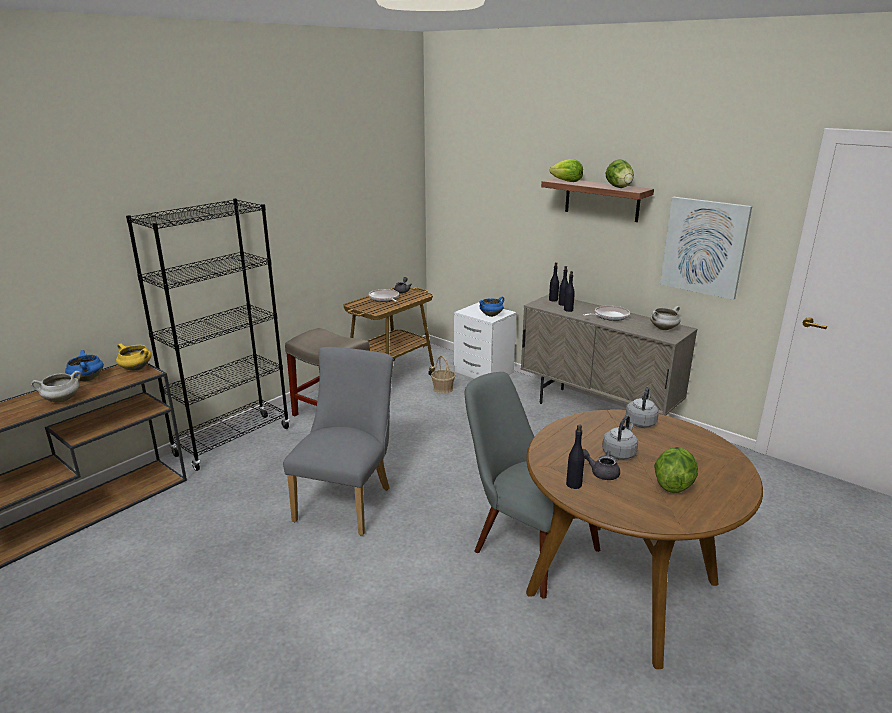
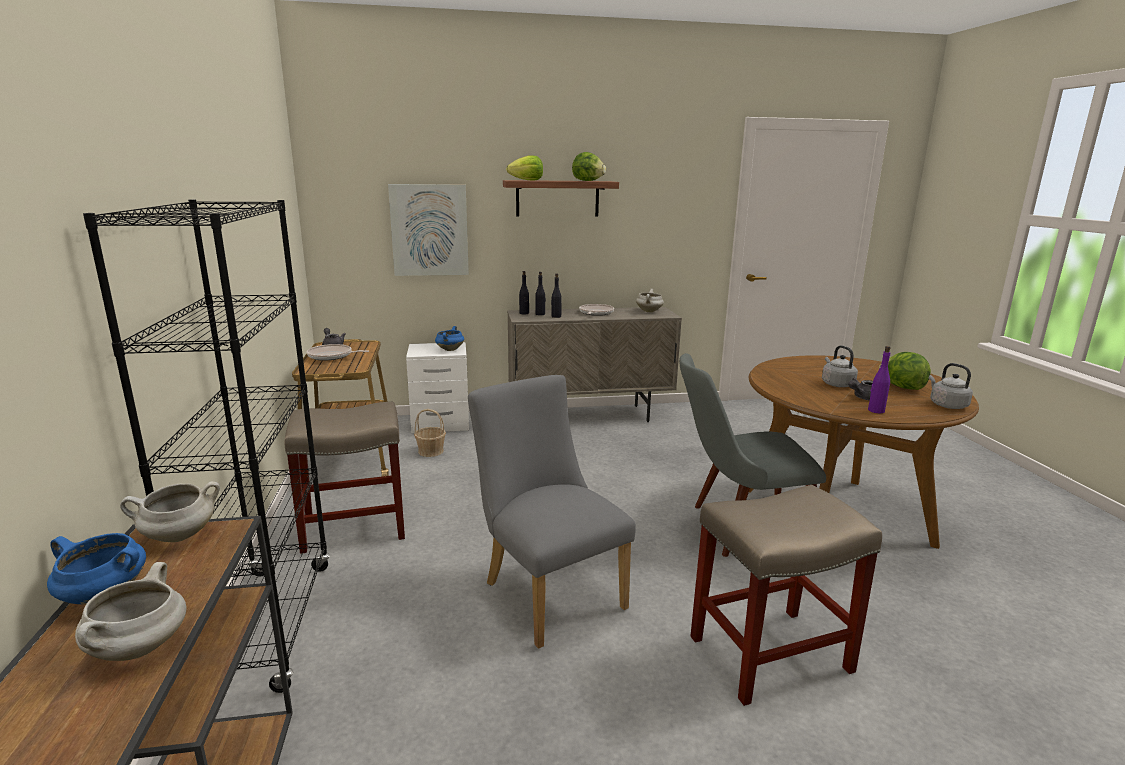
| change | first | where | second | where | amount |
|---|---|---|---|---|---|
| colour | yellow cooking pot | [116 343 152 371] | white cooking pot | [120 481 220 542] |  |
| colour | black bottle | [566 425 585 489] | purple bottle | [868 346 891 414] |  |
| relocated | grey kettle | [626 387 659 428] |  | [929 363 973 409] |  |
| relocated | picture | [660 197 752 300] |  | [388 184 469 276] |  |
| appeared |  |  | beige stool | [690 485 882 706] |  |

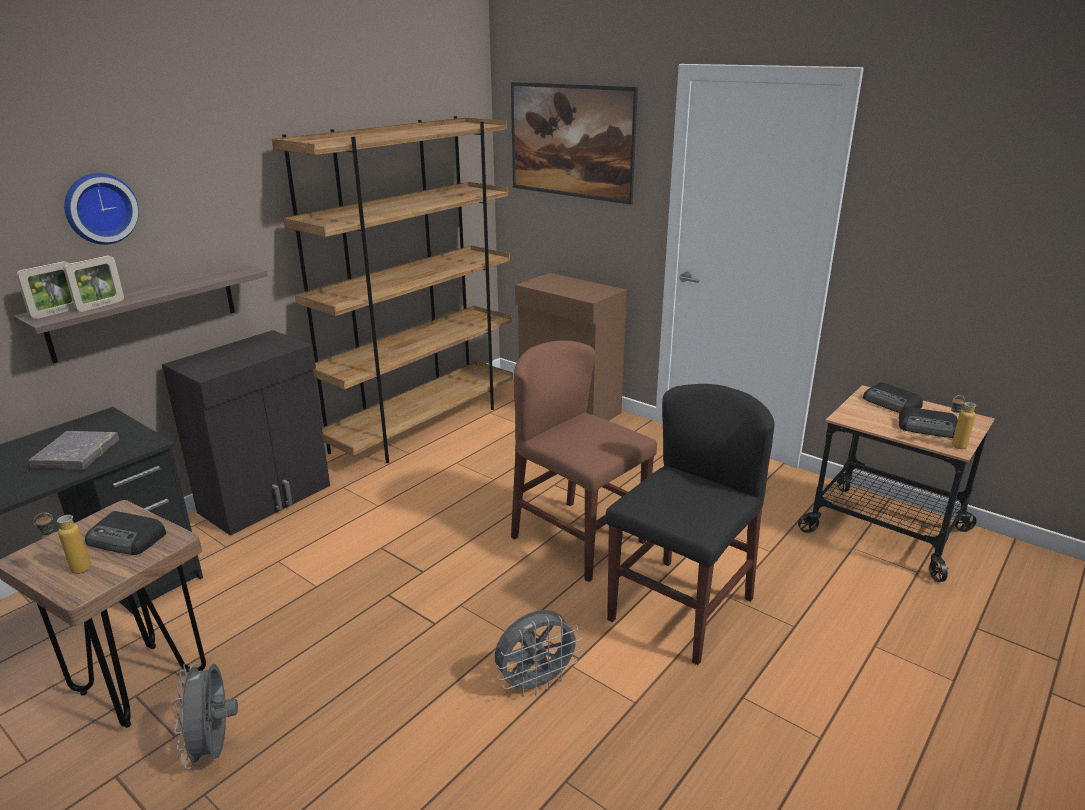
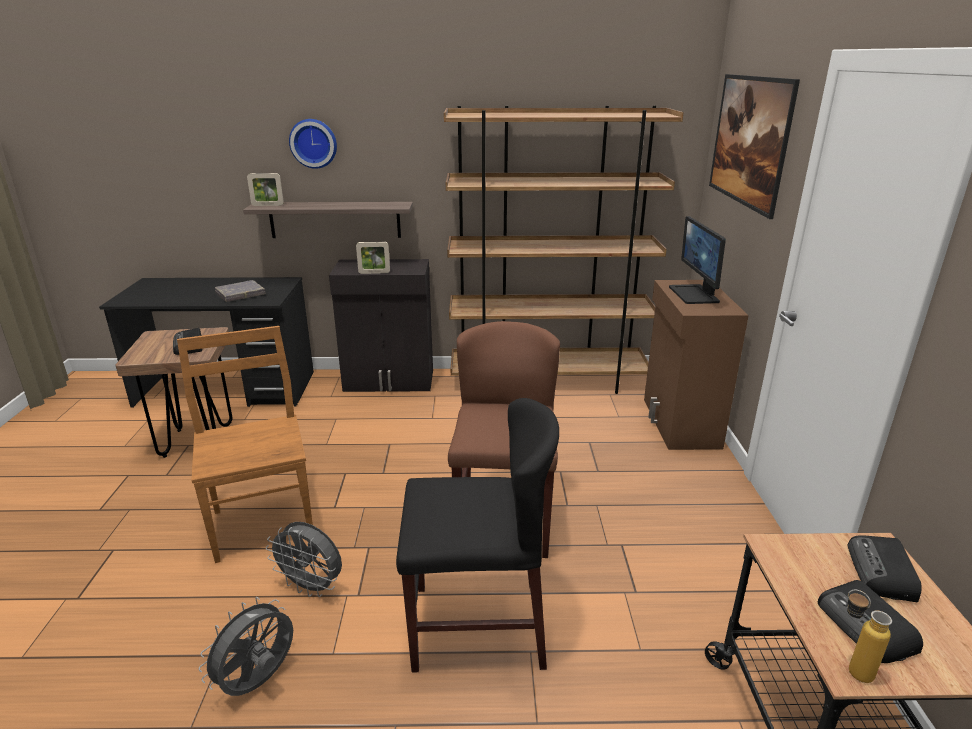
| change | first | where | second | where | amount |
|---|---|---|---|---|---|
| missing | bottle | [33 512 91 574] |  |  |  |
| relocated | picture frame | [64 255 124 312] |  | [356 242 390 274] |  |
| relocated | grey fan | [174 662 238 769] |  | [199 597 293 696] |  |
| appeared |  |  | brown chair | [177 326 313 563] |  |
| appeared |  |  | monitor | [669 216 726 304] |  |

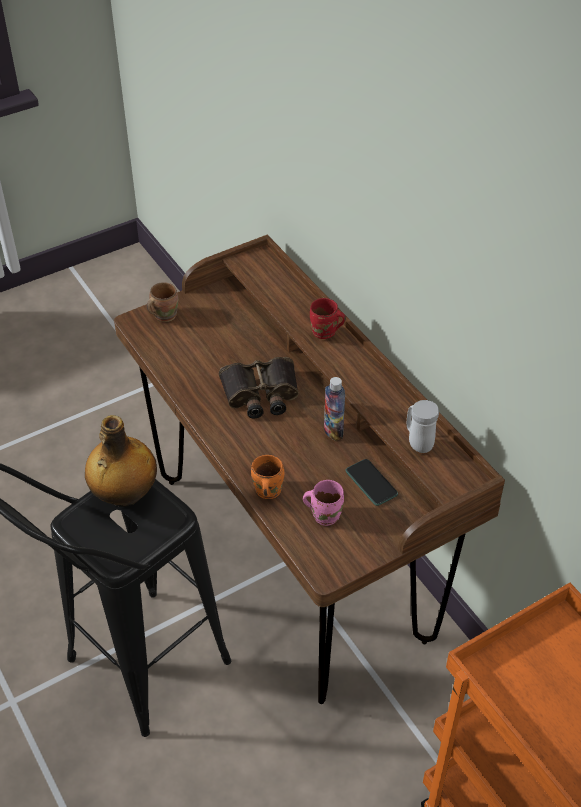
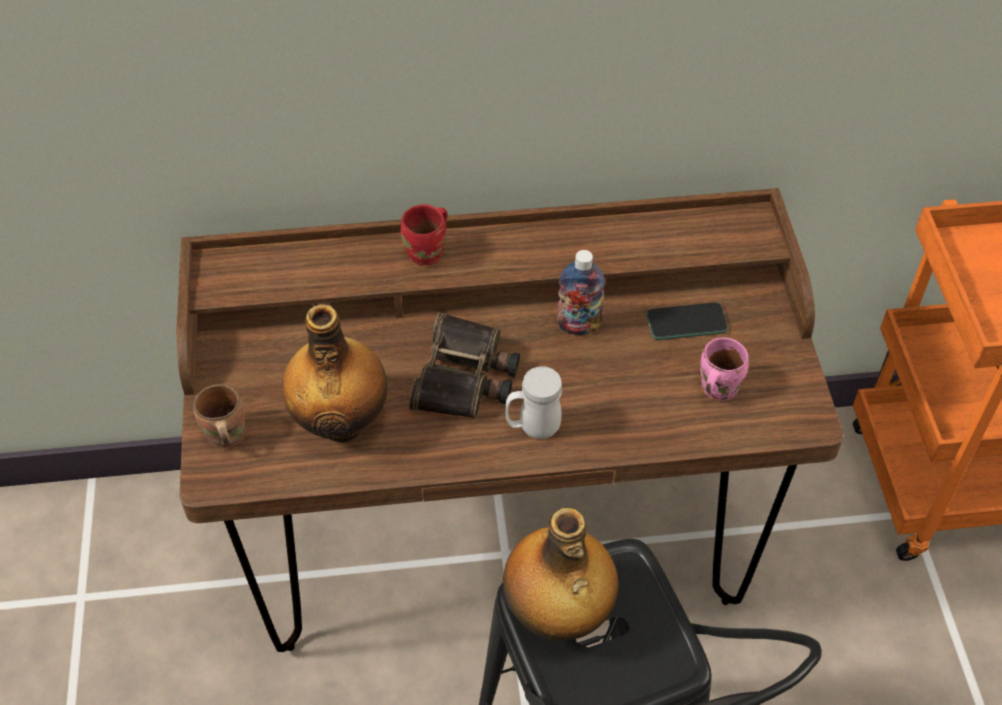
| change | first | where | second | where | amount |
|---|---|---|---|---|---|
| missing | orange mug | [251 455 284 499] |  |  |  |
| relocated | white mug | [407 400 439 453] |  | [505 366 562 439] |  |
| appeared |  |  | bottle | [282 304 387 443] |  |

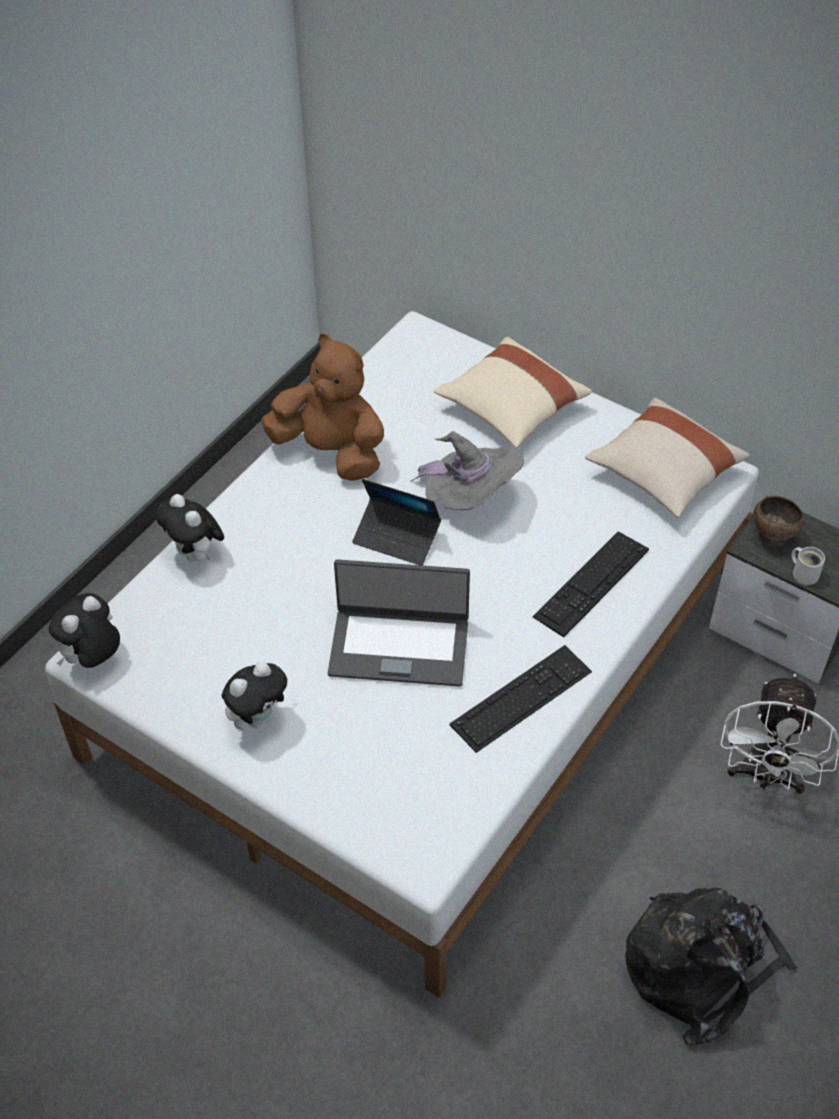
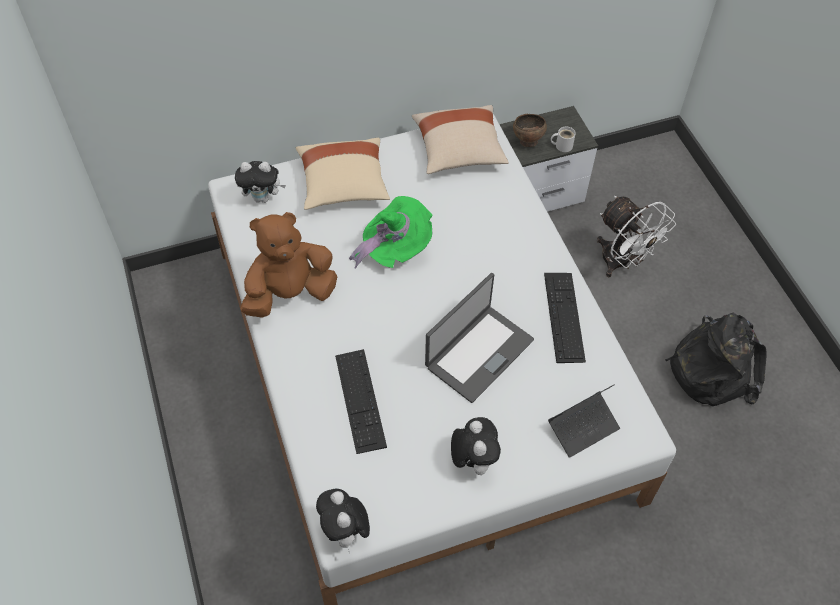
| change | first | where | second | where | amount |
|---|---|---|---|---|---|
| relocated | plush toy | [156 494 224 561] |  | [235 161 286 203] |  |
| relocated | laptop | [352 479 441 566] |  | [548 384 620 458] |  |
| colour | grey hat | [410 431 524 510] | green hat | [349 196 433 269] |  |
| relocated | keyboard | [533 531 649 637] |  | [335 349 387 454] |  |

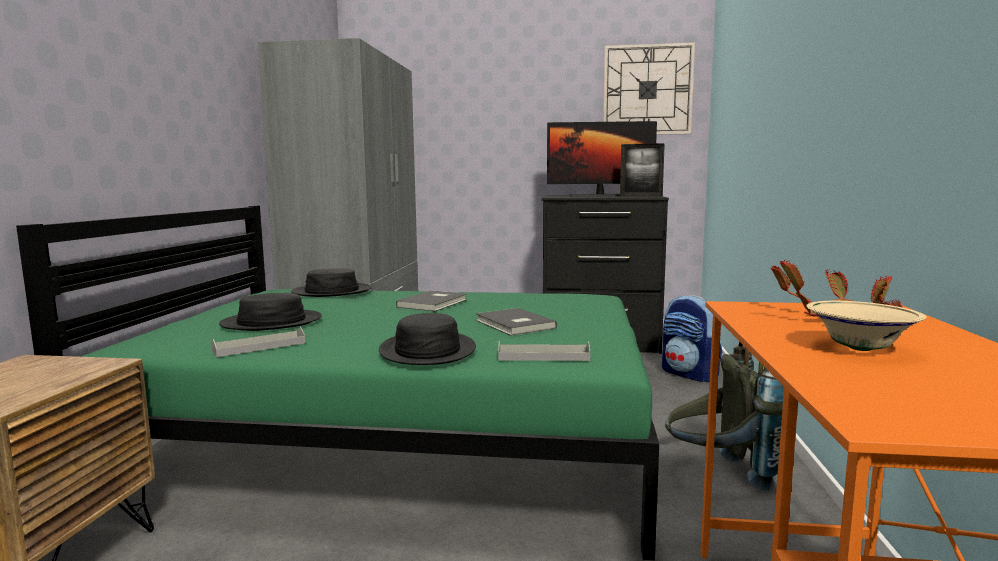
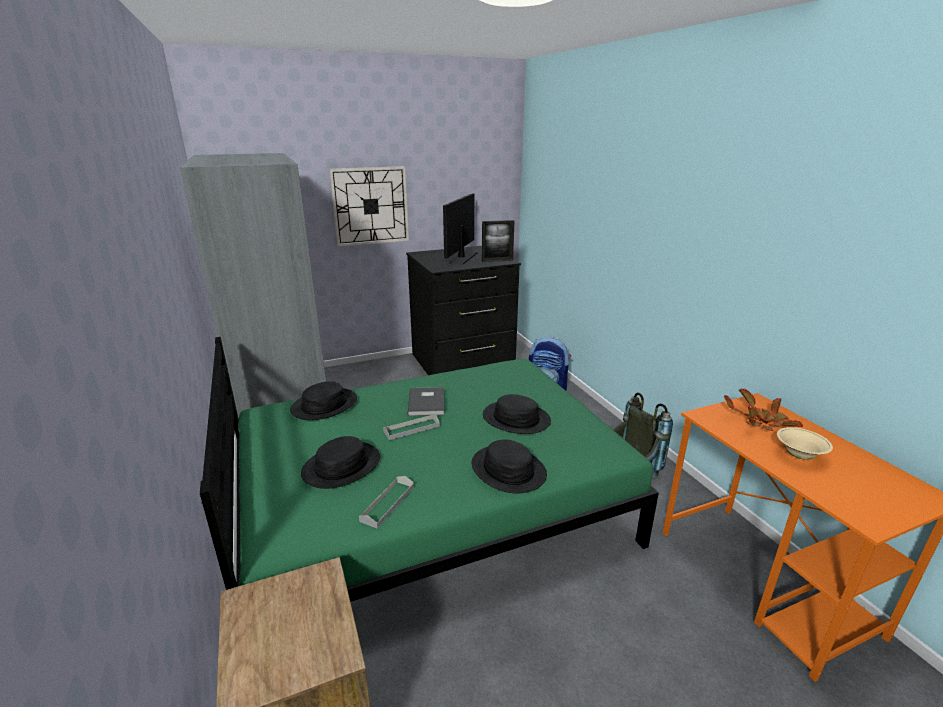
| change | first | where | second | where | amount |
|---|---|---|---|---|---|
| exchanged | grey book | [476 308 557 336] | black hat | [483 394 551 434] |  |
| relocated | grey tray | [498 341 590 361] |  | [383 414 440 440] |  |
| spun | monitor | [547 121 657 196] |  | [442 193 478 264] | 135 degrees clockwise |
| relocated | wall clock | [603 42 695 135] |  | [329 166 409 247] |  |

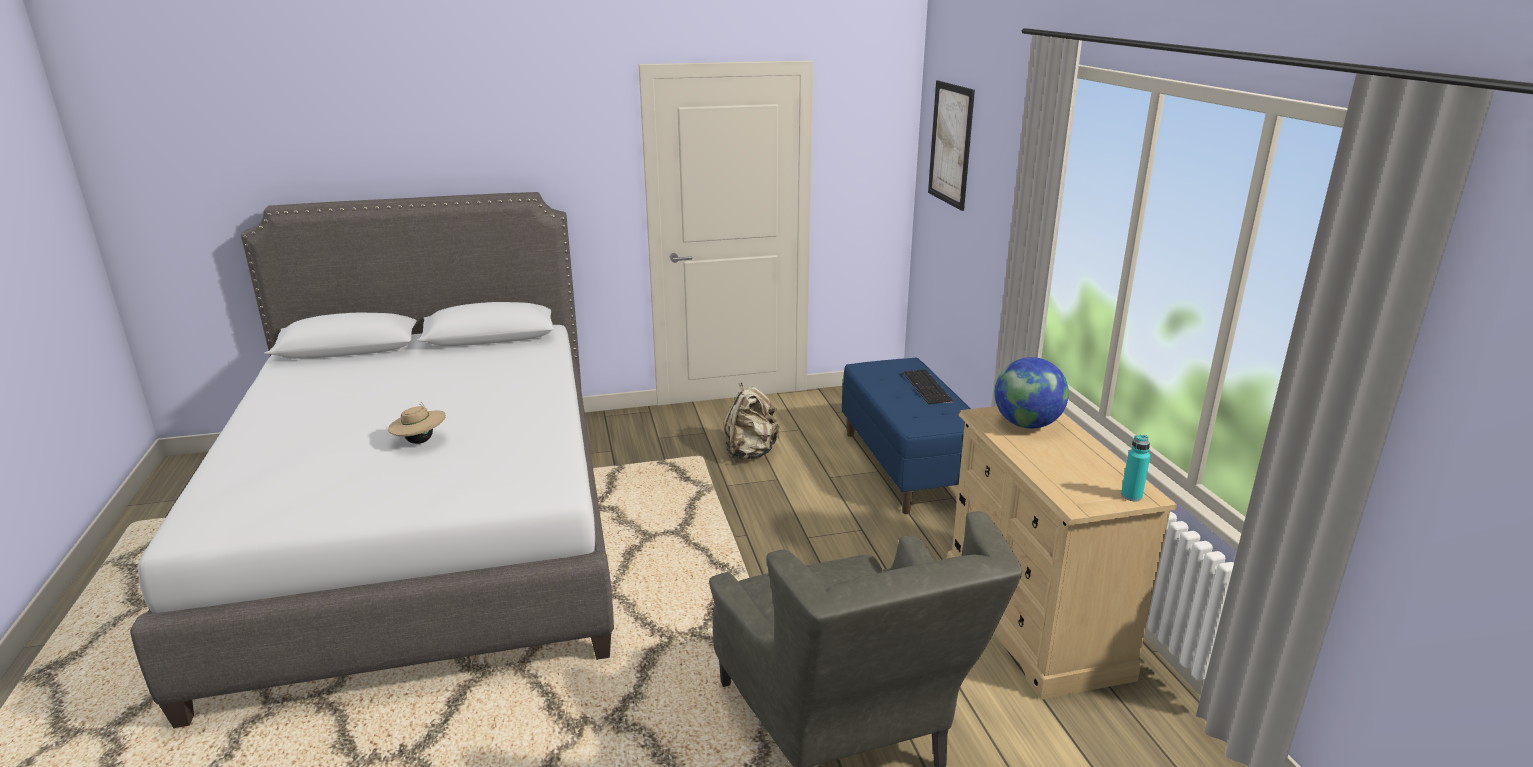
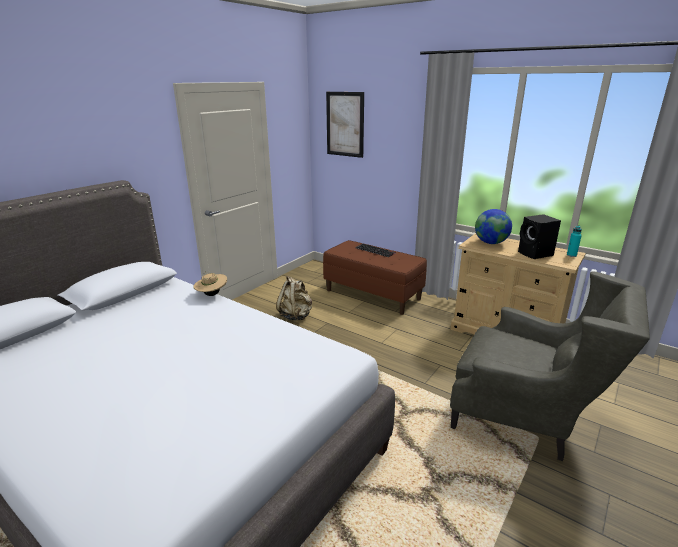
| change | first | where | second | where | amount |
|---|---|---|---|---|---|
| relocated | beige hat | [388 402 446 444] |  | [193 273 227 296] |  |
| colour | blue bench | [842 358 971 514] | brown bench | [323 240 427 315] |  |
| appeared |  |  | black speaker | [518 214 561 259] |  |

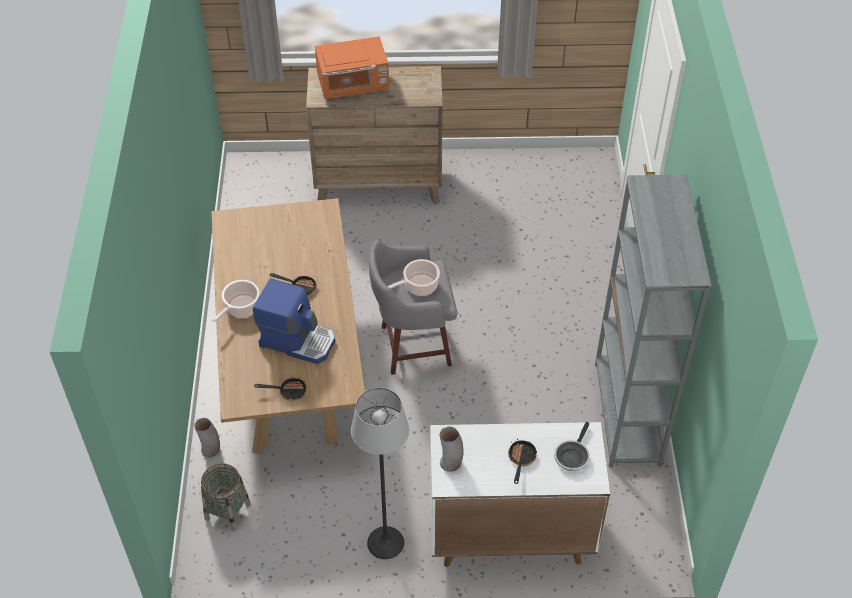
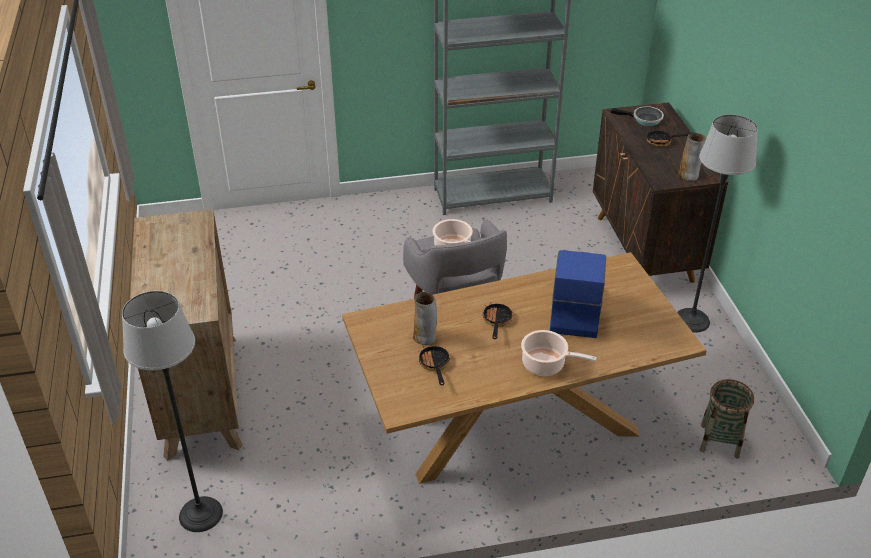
| change | first | where | second | where | amount |
|---|---|---|---|---|---|
| relocated | vase | [194 418 220 457] |  | [413 292 437 345] |  |
| relocated | frying pan | [254 377 306 401] |  | [419 346 450 385] |  |
| missing | orange microwave | [315 36 389 99] |  |  |  |
| colour | white cabinet | [430 422 611 567] | brown cabinet | [593 102 728 283] |  |
| appeared |  |  | floor lamp | [122 291 223 532] |  |

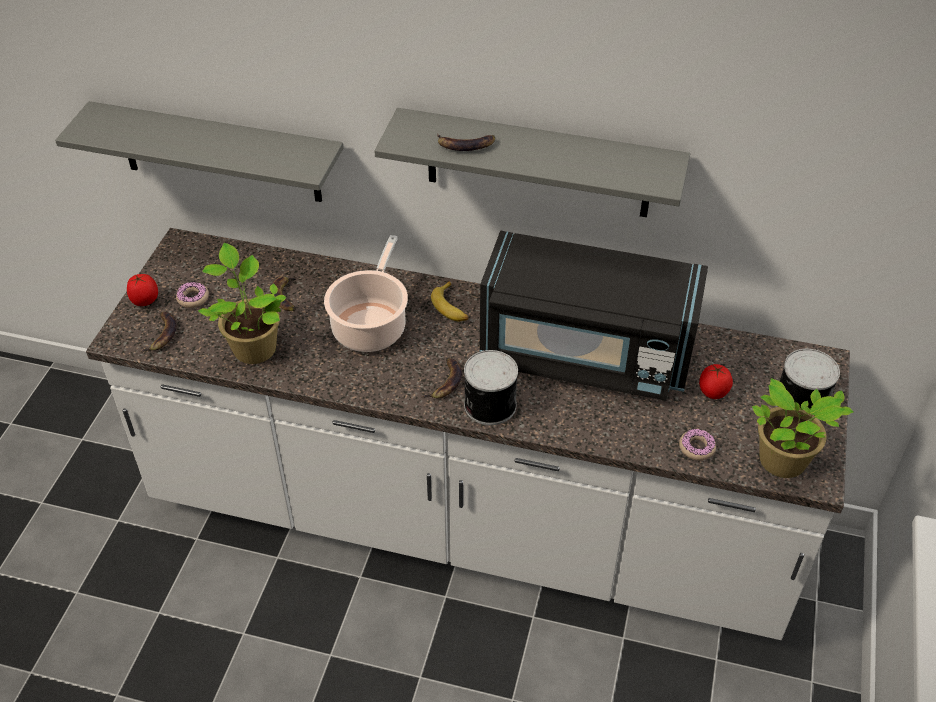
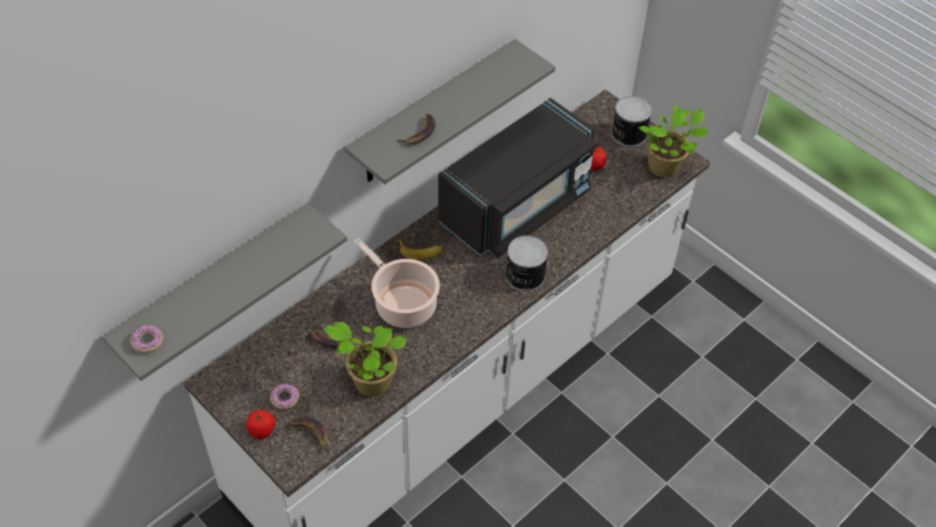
| change | first | where | second | where | amount |
|---|---|---|---|---|---|
| missing | banana | [420 358 462 398] |  |  |  |
| relocated | donut | [679 429 716 460] |  | [131 325 163 353] |  |

